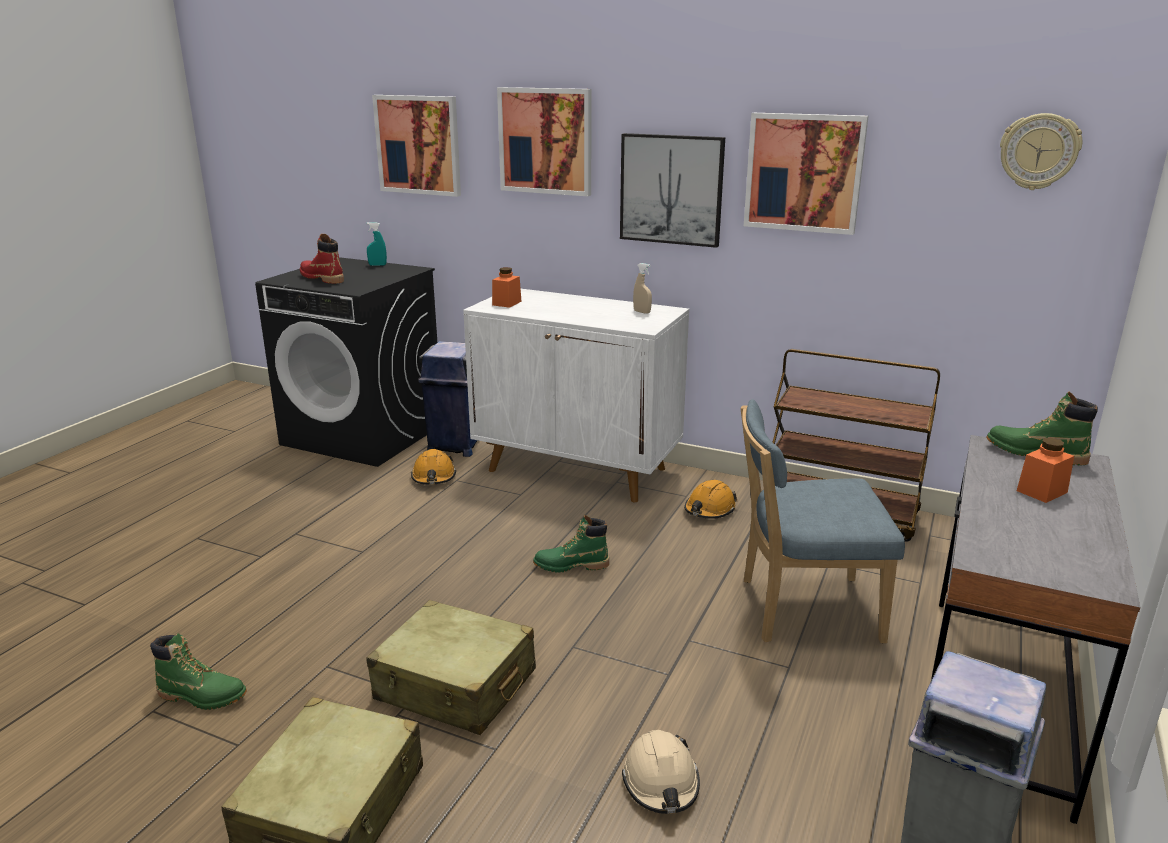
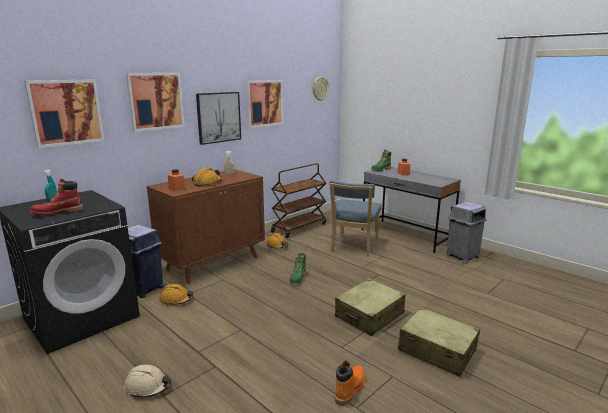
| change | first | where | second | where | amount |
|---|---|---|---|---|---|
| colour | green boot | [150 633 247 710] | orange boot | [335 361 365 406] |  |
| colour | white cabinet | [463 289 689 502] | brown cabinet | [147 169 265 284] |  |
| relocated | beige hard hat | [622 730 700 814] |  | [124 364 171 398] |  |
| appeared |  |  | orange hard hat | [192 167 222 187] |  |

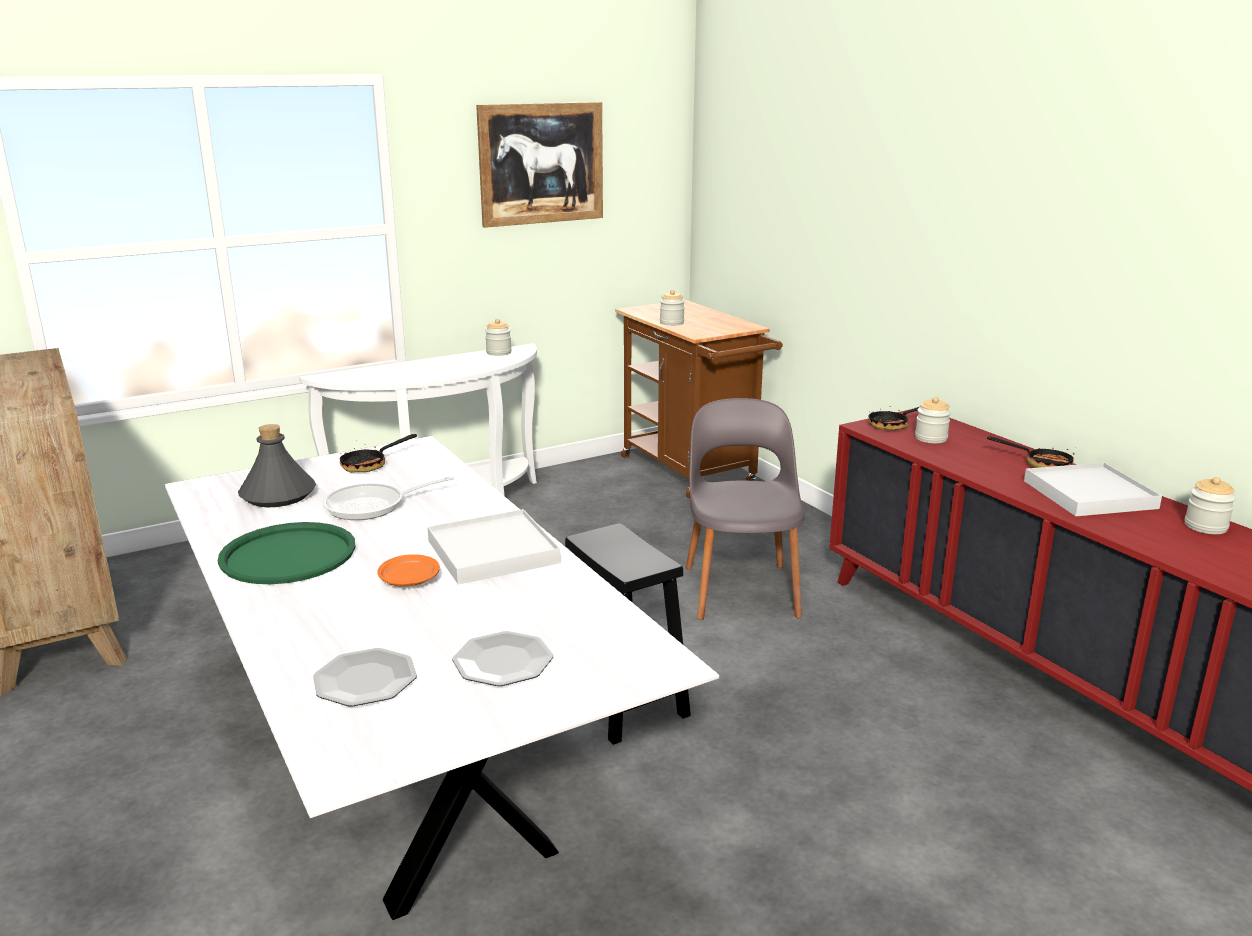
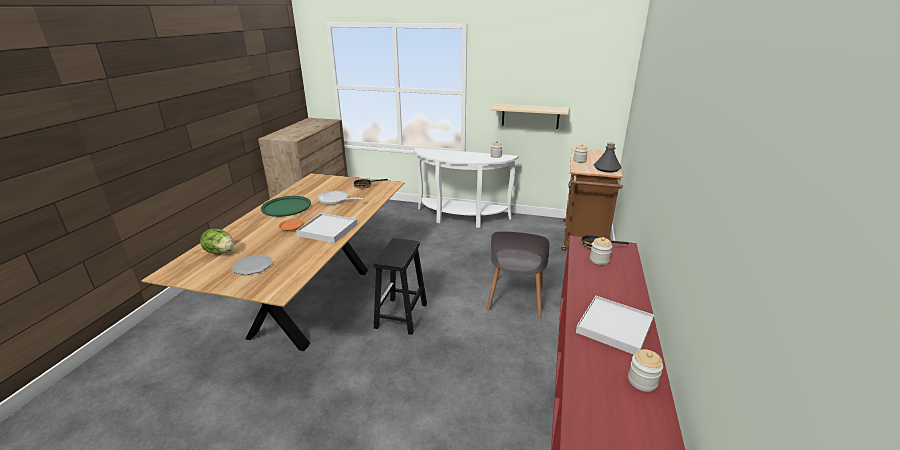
| change | first | where | second | where | amount |
|---|---|---|---|---|---|
| colour | white dining table | [165 436 719 920] | brown dining table | [141 173 405 351] |  |
| relocated | grey bottle | [238 424 316 507] |  | [594 142 621 173] |  |
| exchanged | plate | [313 648 417 706] | lettuce | [200 229 234 254] |  |
| missing | picture | [476 102 603 228] |  |  |  |
| spun | grey chair | [686 398 805 620] |  | [487 231 549 318] | 150 degrees clockwise |
| missing | frying pan | [987 437 1075 468] |  |  |  |
| appeared |  |  | beige shelf | [491 103 569 129] |  |

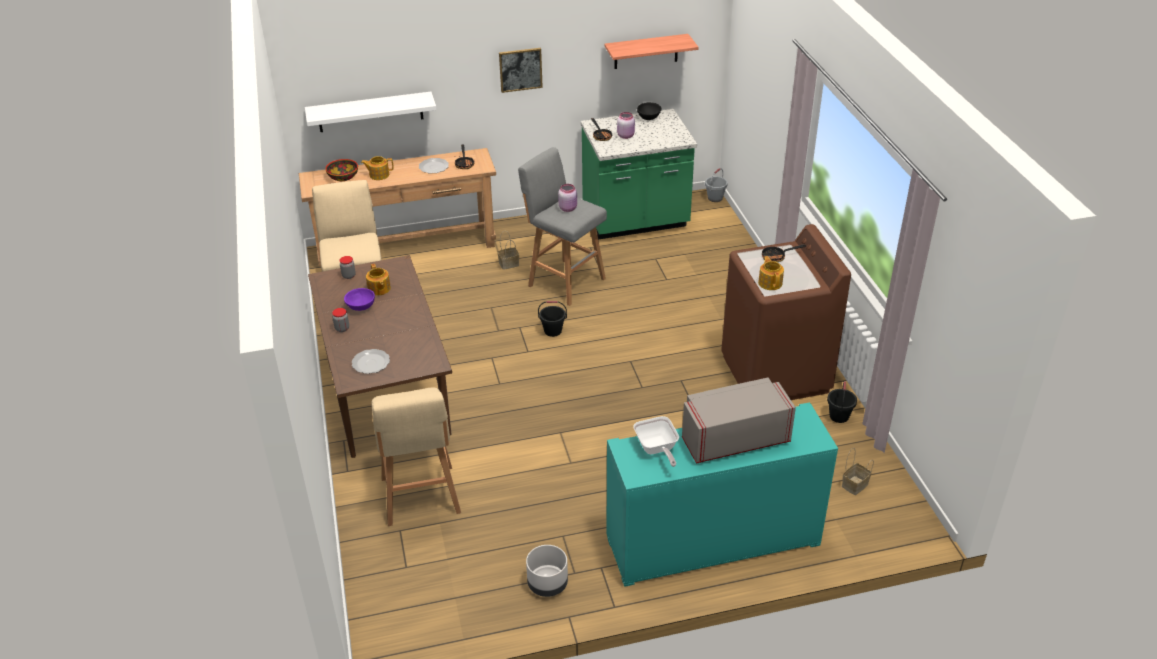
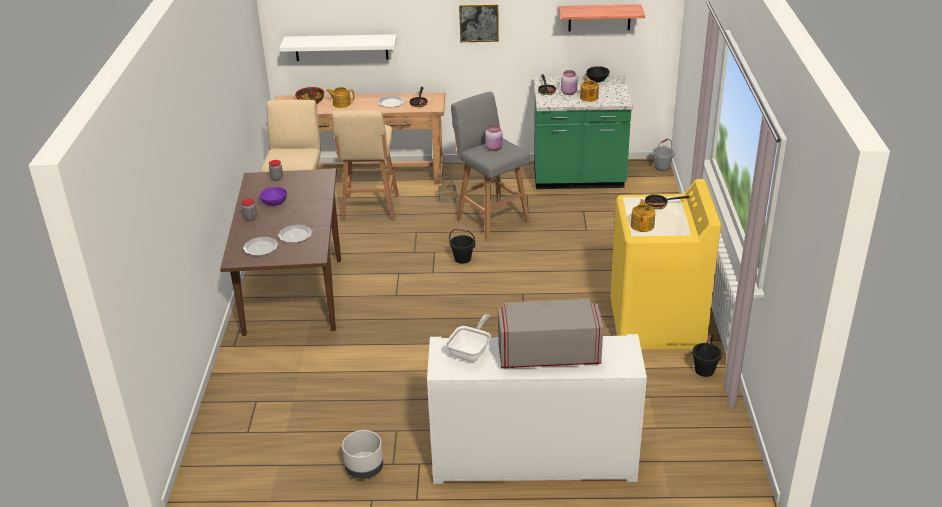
| change | first | where | second | where | amount |
|---|---|---|---|---|---|
| relocated | teapot | [366 264 391 296] |  | [580 77 599 102] |  |
| relocated | beige stool | [371 388 461 526] |  | [332 110 399 221] |  |
| colour | turquoise cabinet | [606 402 838 587] | white cabinet | [427 334 647 484] |  |
| spun | frying pan | [633 416 679 467] |  | [446 314 491 362] | 150 degrees counterclockwise |
| colour | brown washing machine | [721 224 851 400] | yellow washing machine | [610 179 721 350] |  |
| missing | basket | [842 448 874 495] |  |  |  |
| appeared |  |  | plate | [278 224 313 243] |  |

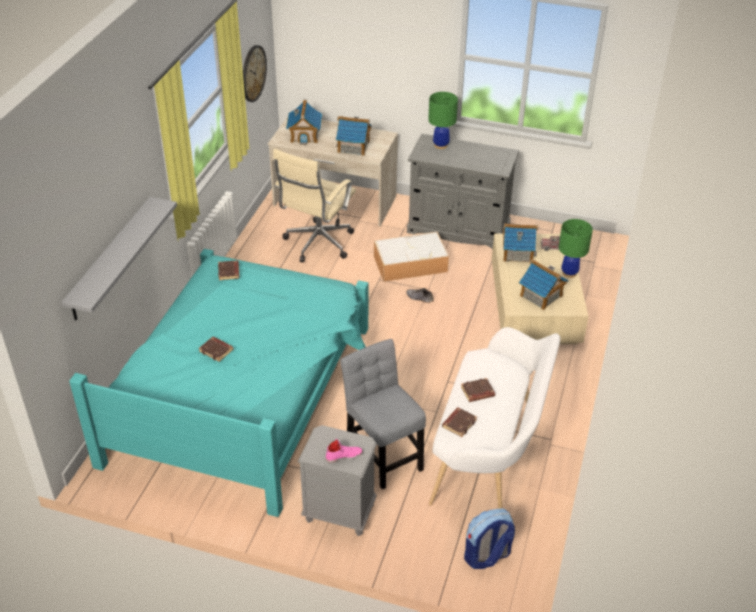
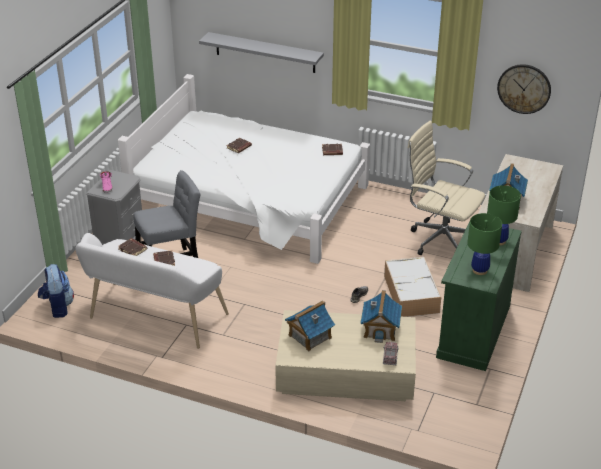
| change | first | where | second | where | amount |
|---|---|---|---|---|---|
| colour | turquoise bed | [69 249 368 517] | white bed | [118 74 370 264] |  |
| missing | toy house | [286 100 322 145] |  |  |  |
| colour | grey cabinet | [407 134 519 249] | green cabinet | [436 221 522 371] |  |
| relocated | green table lamp | [559 219 593 278] |  | [467 213 502 275] |  |

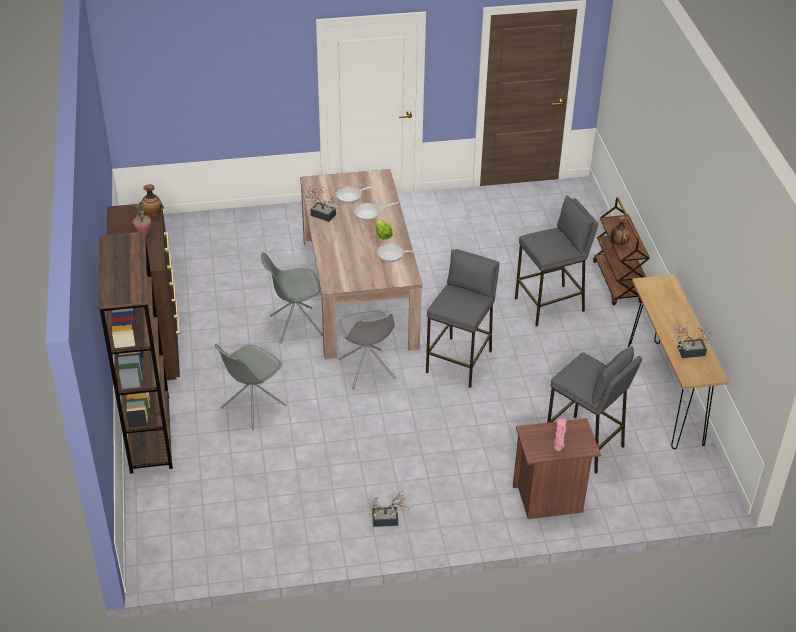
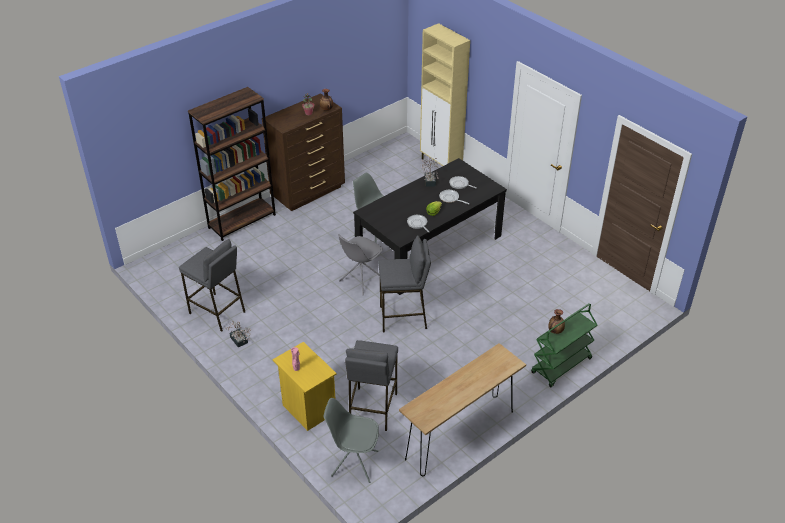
| change | first | where | second | where | amount |
|---|---|---|---|---|---|
| relocated | grey chair | [215 344 287 430] |  | [323 398 379 483] |  |
| colour | beige dining table | [300 169 423 359] | black dining table | [353 158 507 295] |  |
| colour | brown nightstand | [513 418 601 519] | yellow nightstand | [273 342 337 431] |  |
| relocated | grey stool | [515 195 598 327] |  | [179 239 245 332] |  |
| colour | brown cart | [593 197 650 305] | green cart | [531 303 597 387] |  |
| missing | potted plant | [671 322 713 358] |  |  |  |
| appeared |  |  | beige cabinet | [420 23 470 166] |  |

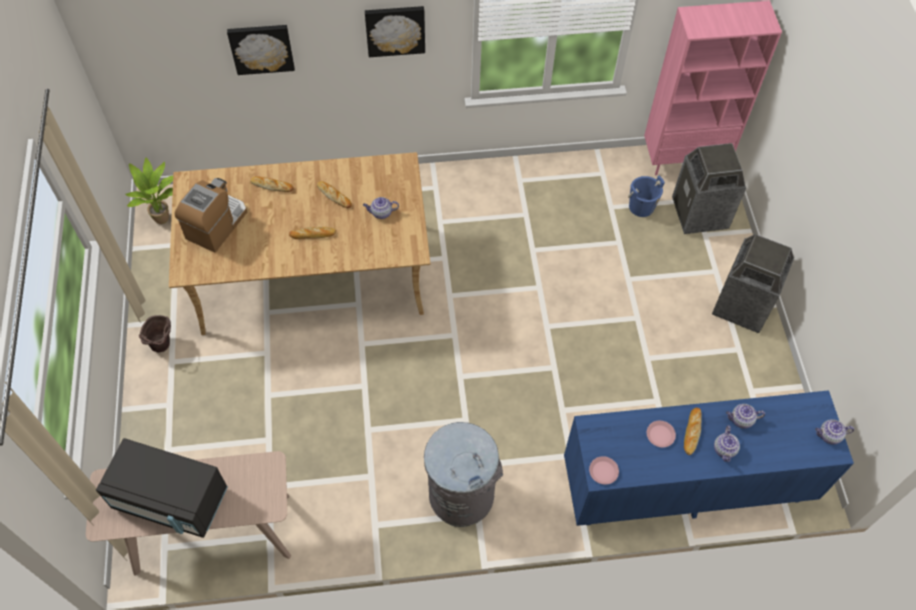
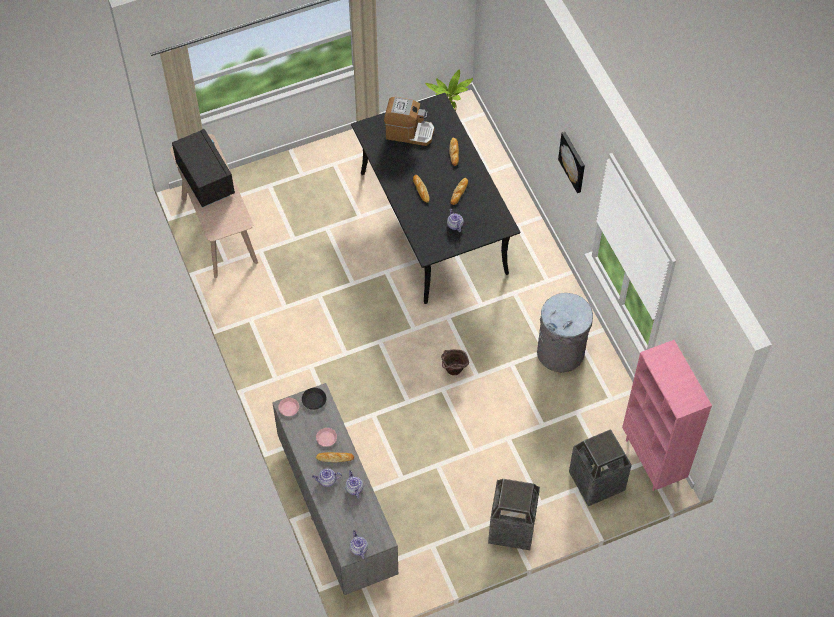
| change | first | where | second | where | amount |
|---|---|---|---|---|---|
| spun | black microwave | [96 438 228 538] |  | [172 129 235 208] | 150 degrees clockwise |
| relocated | brown bucket | [139 315 171 352] |  | [441 349 469 375] |  |
| colour | beige dining table | [169 152 430 335] | black dining table | [351 93 520 304] |  |
| missing | picture | [227 25 295 75] |  |  |  |
| relocated | grey trash can | [424 422 503 527] |  | [537 293 593 372] |  |
| colour | blue dresser | [564 390 854 526] | grey dresser | [272 383 398 595] |  |
| missing | blue bucket | [628 175 665 217] |  |  |  |
| appeared |  |  | black plate | [302 388 326 410] |  |

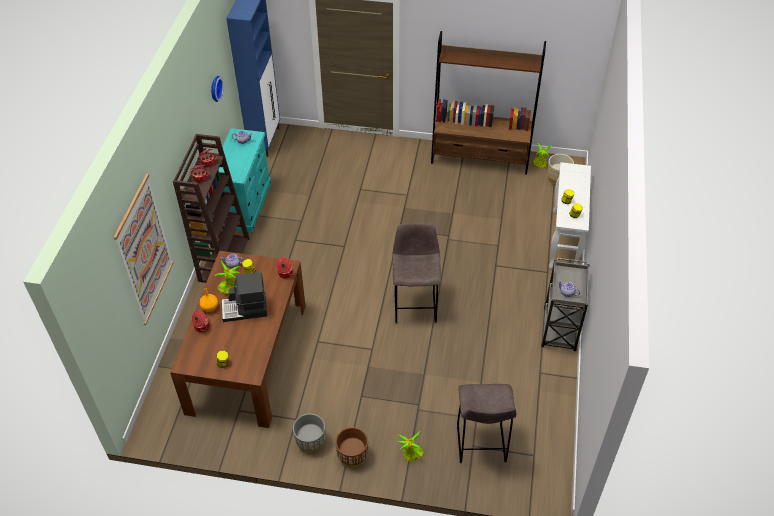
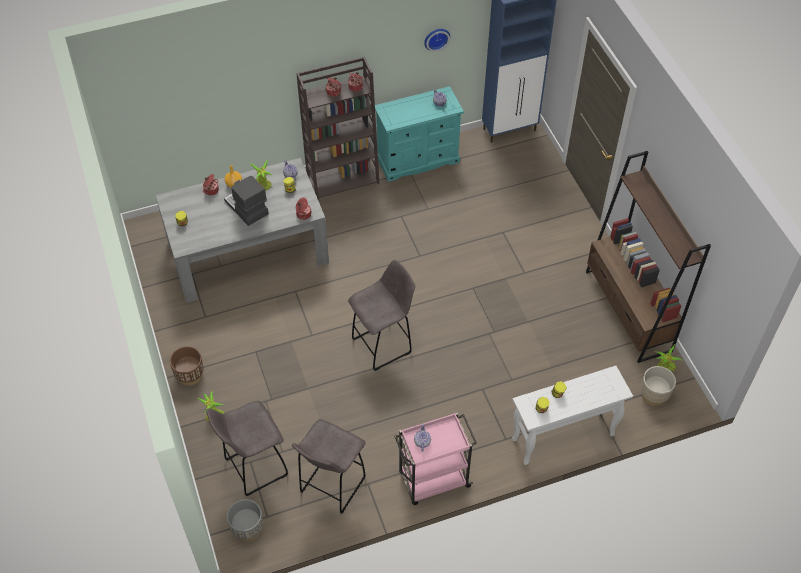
| change | first | where | second | where | amount |
|---|---|---|---|---|---|
| missing | picture | [114 174 173 325] |  |  |  |
| colour | brown dining table | [170 251 306 428] | grey dining table | [155 158 329 303] |  |
| relocated | grey planter | [293 413 326 454] |  | [227 499 263 541] |  |
| colour | grey cart | [541 258 590 351] | pink cart | [394 412 477 505] |  |
| appeared |  |  | grey stool | [292 419 366 514] |  |

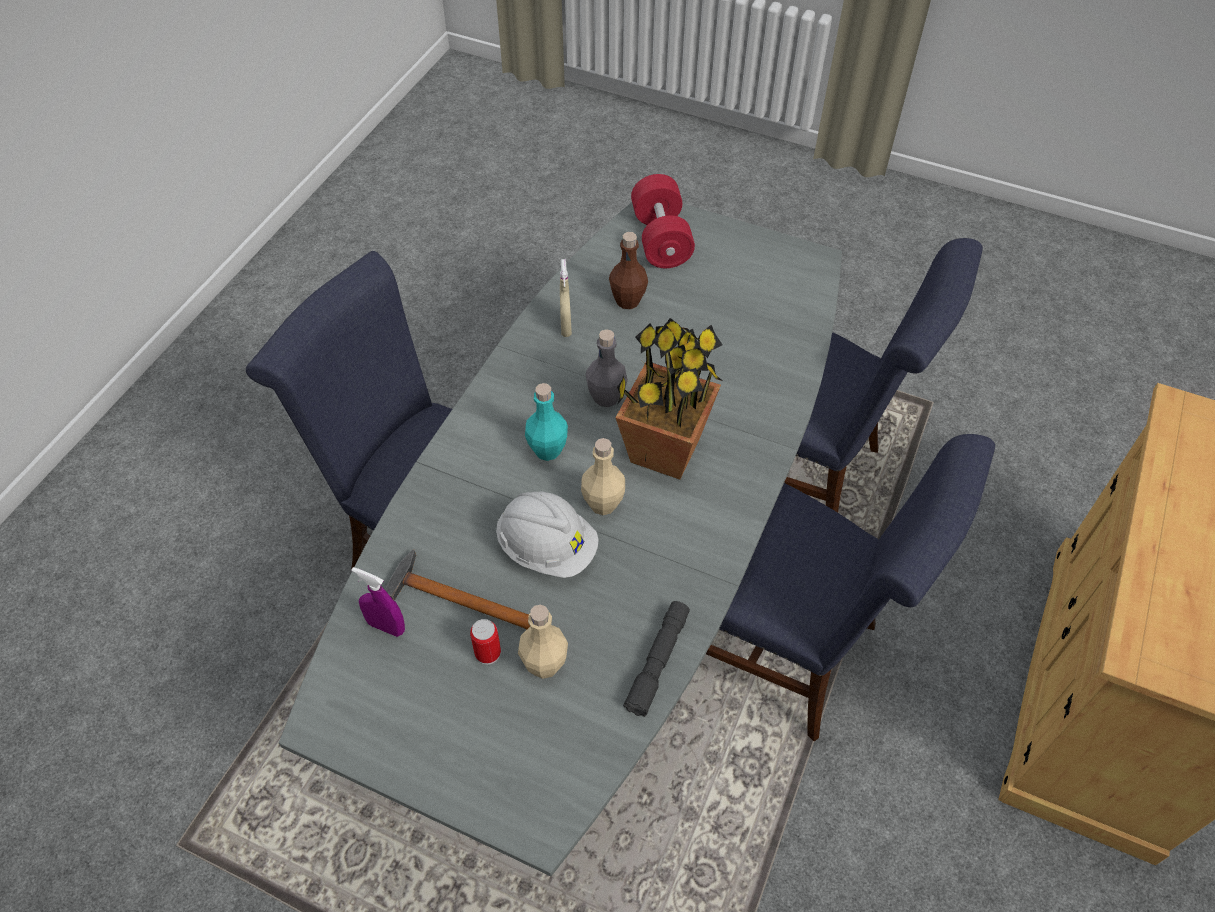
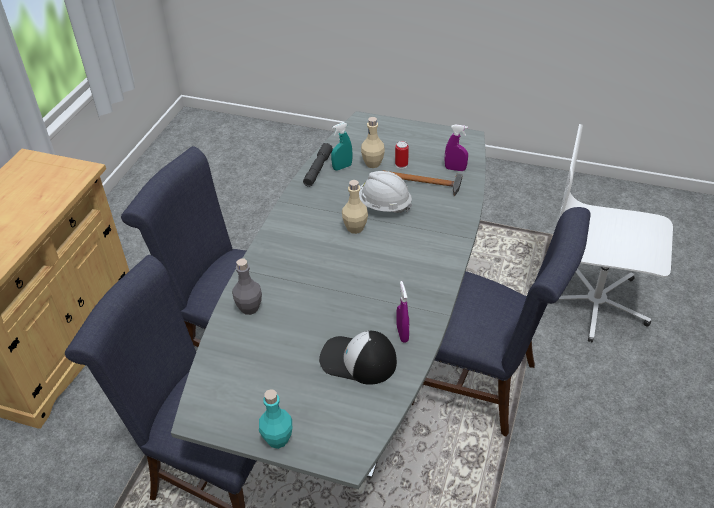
| change | first | where | second | where | amount |
|---|---|---|---|---|---|
| relocated | turquoise bottle | [525 383 568 461] |  | [259 389 292 449] |  |
| colour | beige spray bottle | [560 259 572 337] | purple spray bottle | [396 281 409 343] |  |
| relocated | grey bottle | [586 329 628 407] |  | [232 259 262 315] |  |
| exchanged | brown bottle | [609 232 648 309] | cap | [319 331 397 385] |  |
| missing | potted plant | [615 318 723 480] |  |  |  |
| missing | red dumbbell | [631 174 695 268] |  |  |  |
| appeared |  |  | turquoise spray bottle | [331 122 352 170] |  |
| appeared |  |  | white office chair | [558 124 673 342] |  |

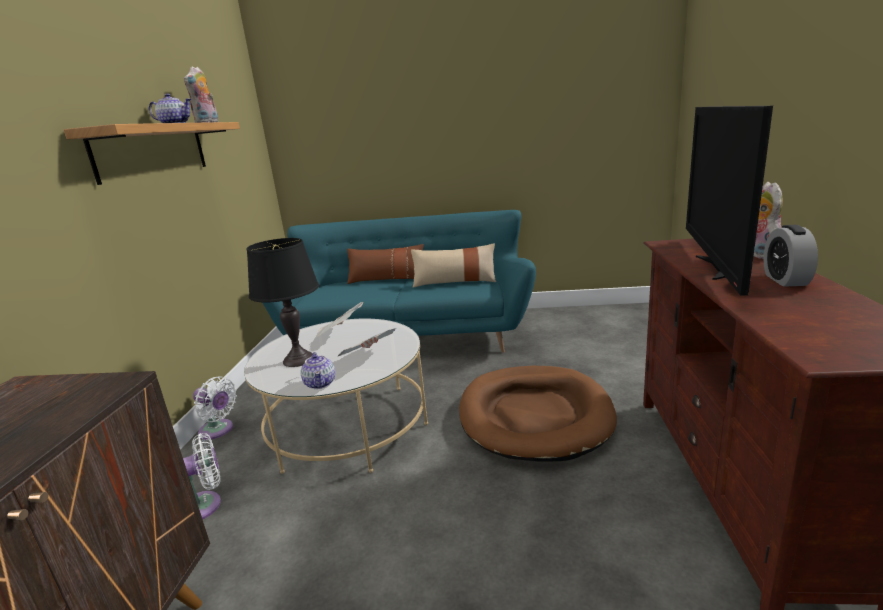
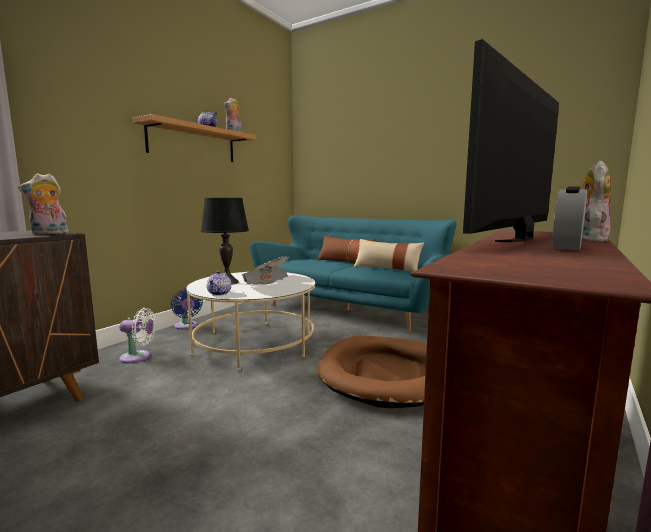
| change | first | where | second | where | amount |
|---|---|---|---|---|---|
| colour | white fan | [193 376 237 440] | blue fan | [171 288 203 330] |  |
| appeared |  |  | plush toy | [18 174 68 235] |  |

